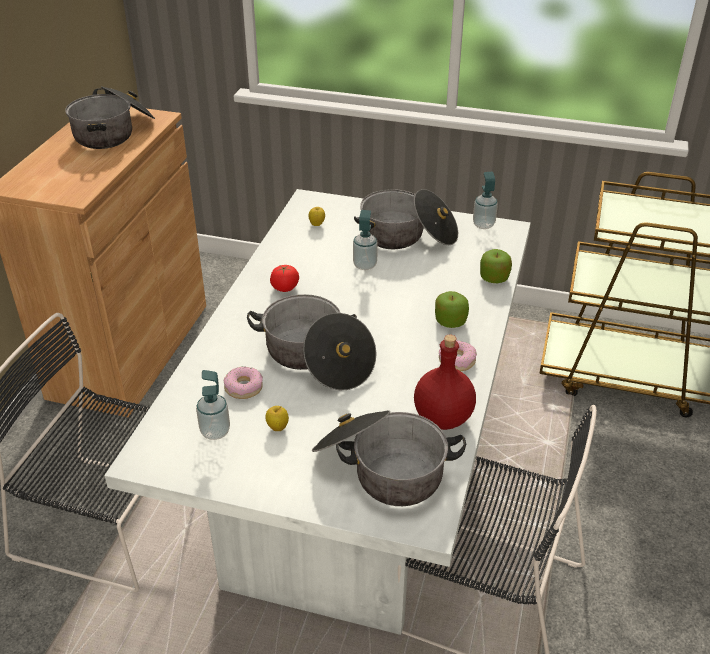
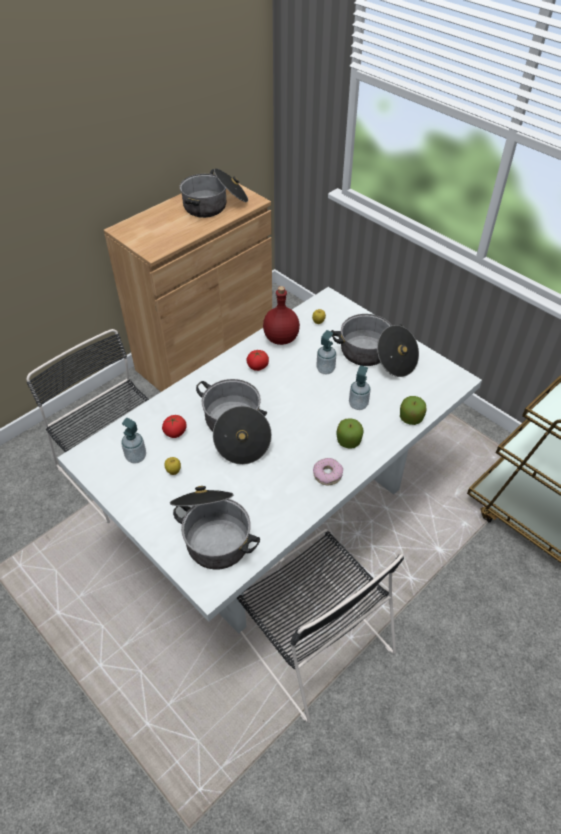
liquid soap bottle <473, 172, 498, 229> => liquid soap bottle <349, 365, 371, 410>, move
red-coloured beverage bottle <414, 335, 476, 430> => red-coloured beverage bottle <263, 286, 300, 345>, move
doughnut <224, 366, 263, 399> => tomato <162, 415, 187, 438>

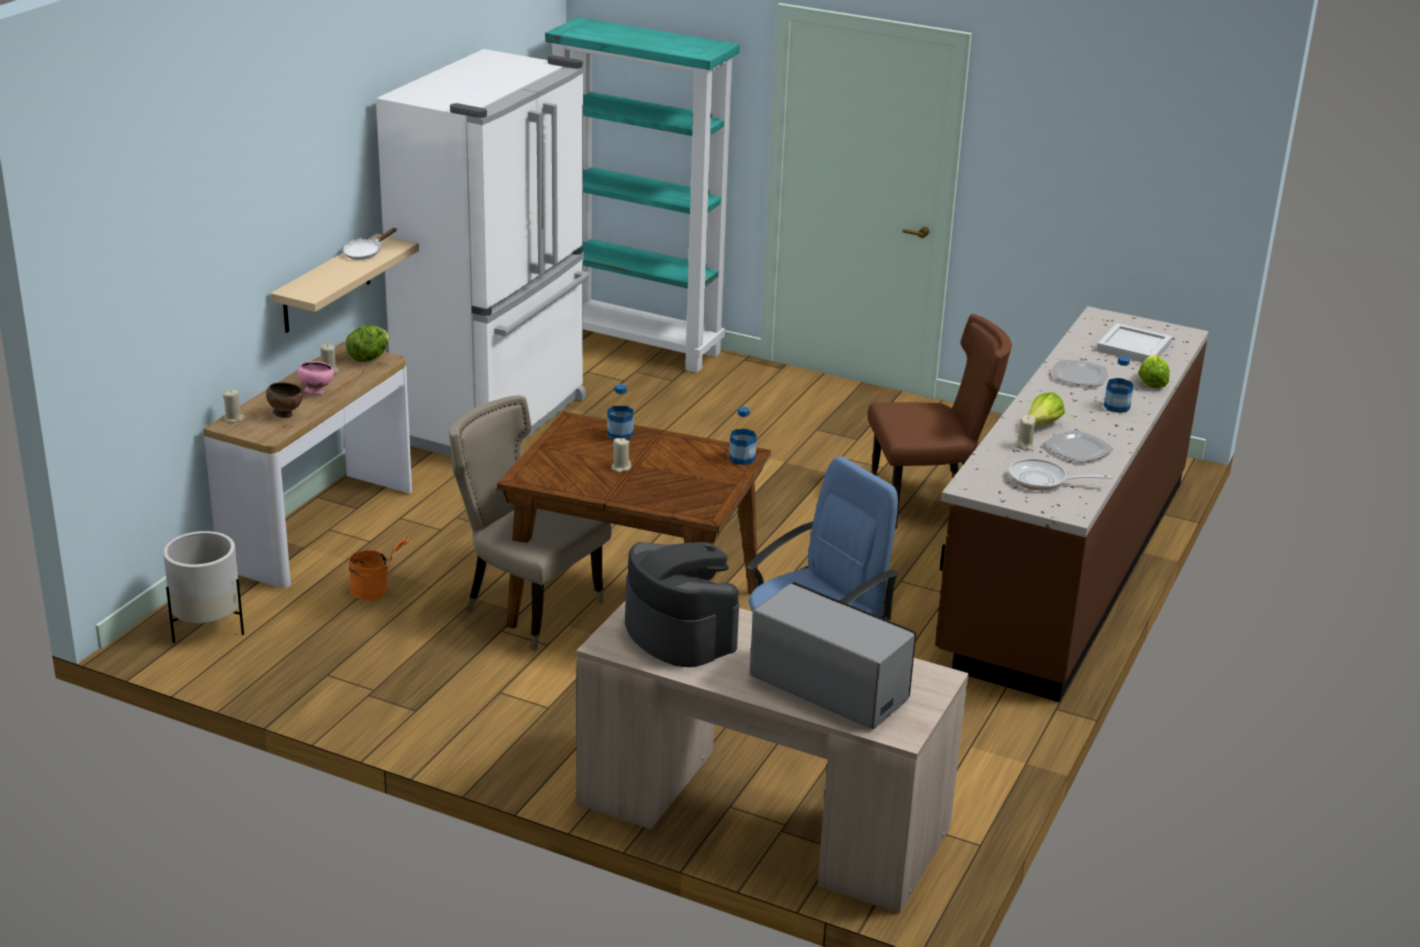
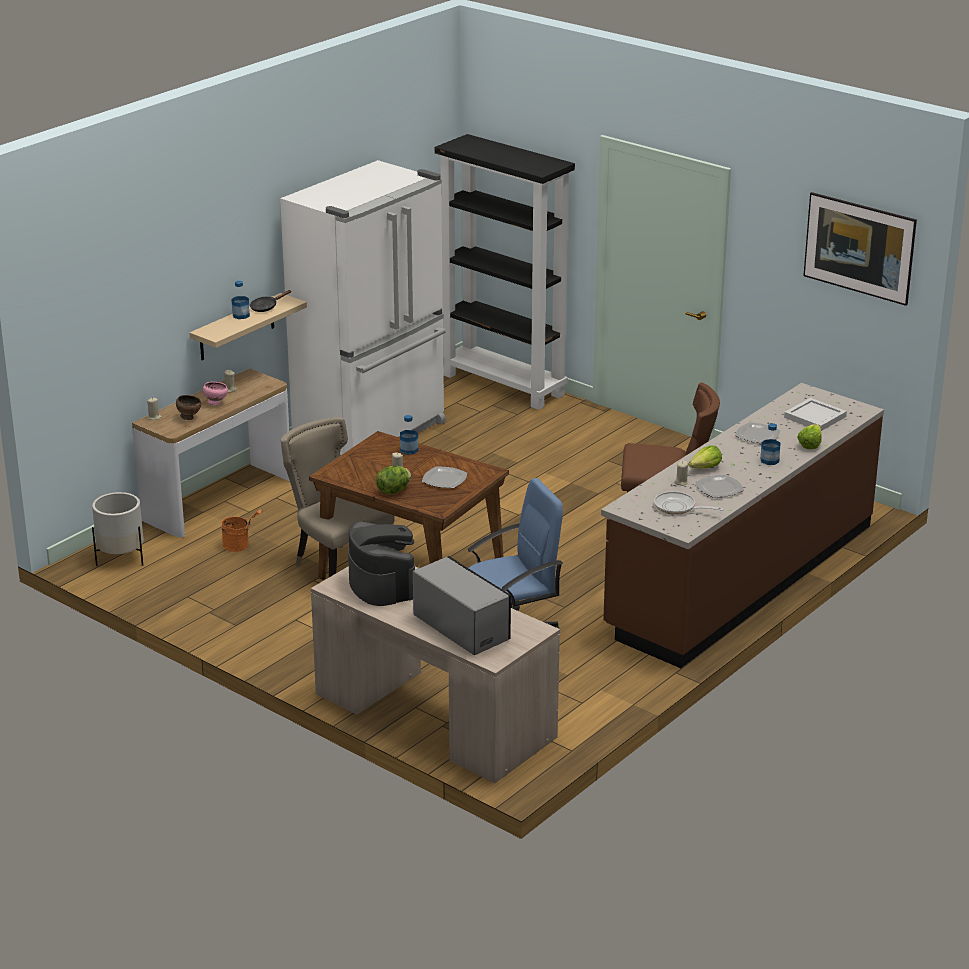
turquoise shelving unit <545, 17, 740, 373> => blackish shelving unit <435, 134, 575, 410>
whitish skillet <343, 228, 397, 260> => blackish skillet <250, 290, 291, 312>
head of lettuce <346, 325, 389, 362> => head of lettuce <376, 465, 411, 494>, move
beverage bottle <729, 407, 757, 465> => beverage bottle <231, 281, 250, 319>, move
nothing => picture <803, 192, 917, 306>
nothing => flat dish <422, 466, 467, 488>

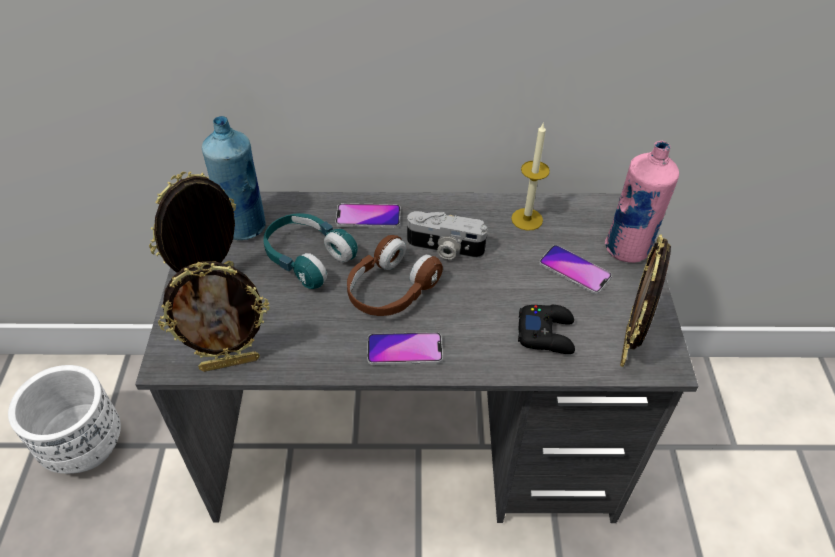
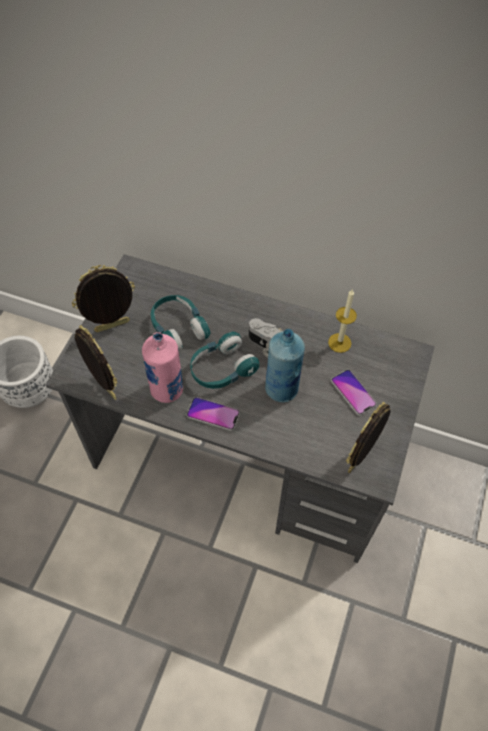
blue beverage bottle <202, 116, 266, 240> => blue beverage bottle <265, 329, 305, 402>, move
pink-coloured beverage bottle <605, 141, 679, 263> => pink-coloured beverage bottle <142, 332, 183, 403>, move
telephone <335, 203, 400, 228> => nothing
brown headset <347, 235, 443, 316> => turquoise headset <190, 331, 259, 389>
photo frame <158, 261, 270, 372> => photo frame <75, 325, 117, 400>, 135 degrees counterclockwise
blackish gamepad <518, 305, 575, 354> => nothing

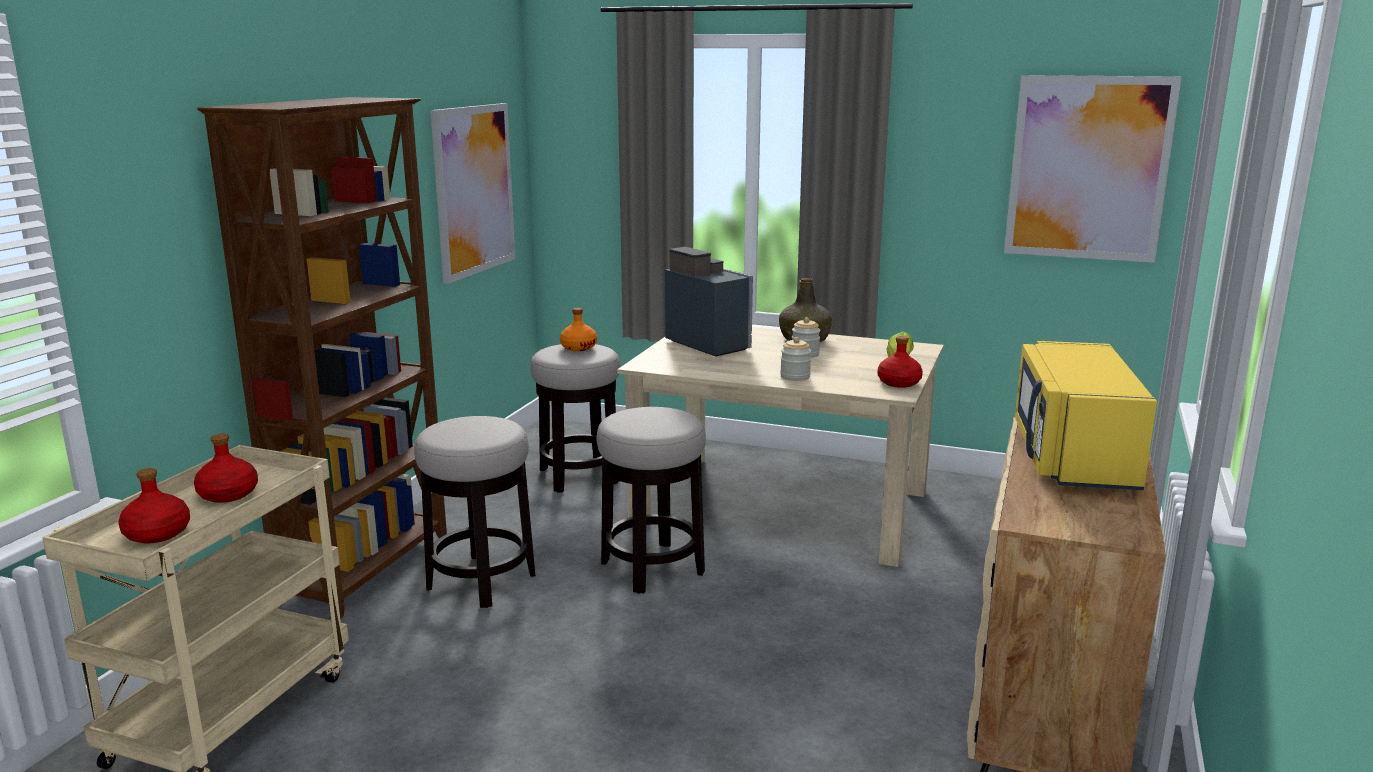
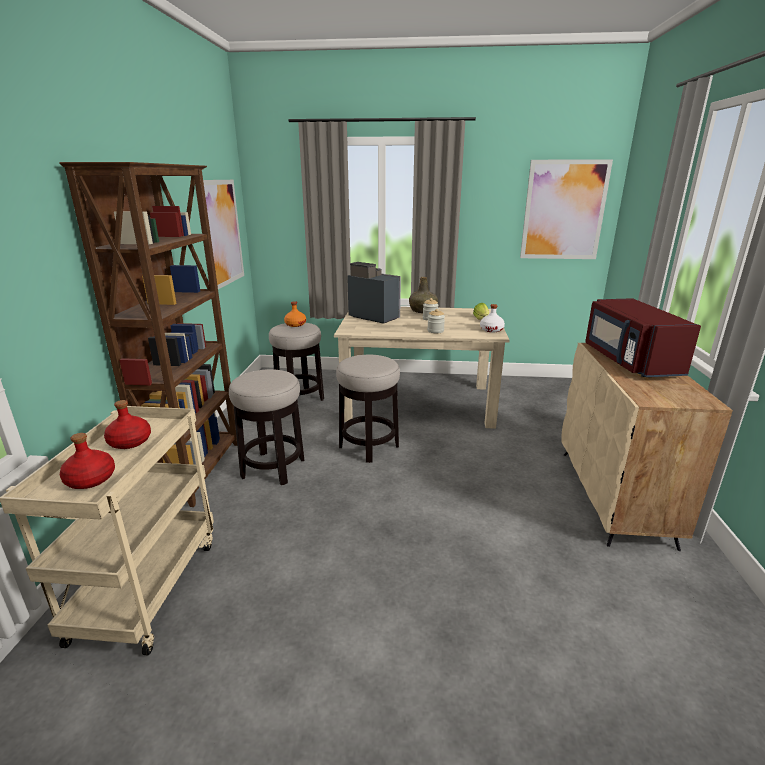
red-coloured beverage bottle <878, 336, 923, 388> => whitish beverage bottle <480, 304, 505, 332>
yellow kitchen microwave <1015, 341, 1157, 490> => red-coloured kitchen microwave <585, 298, 701, 377>

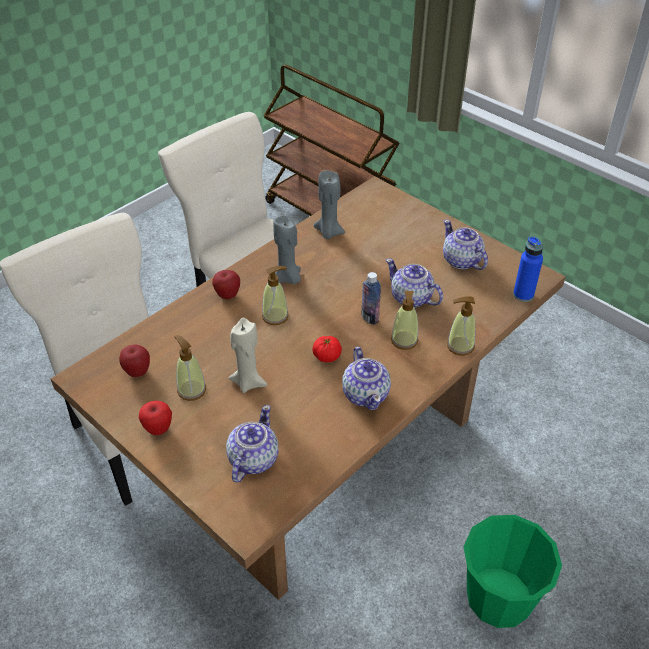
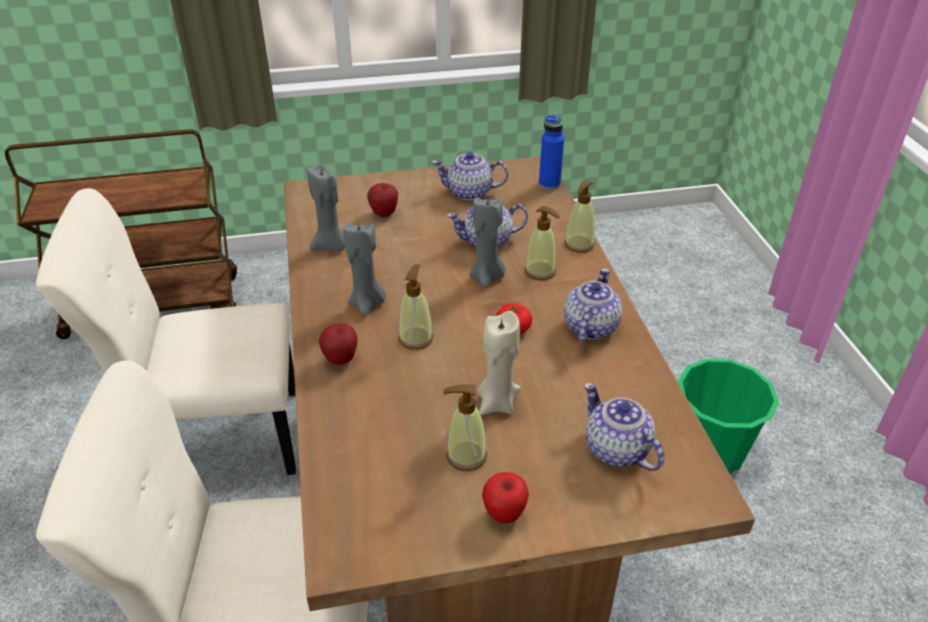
beverage bottle <361, 272, 381, 325> => grey candle <470, 197, 505, 288>
whole apple <119, 344, 150, 377> => whole apple <367, 183, 398, 217>, move
tea pot <342, 347, 391, 410> => tea pot <564, 268, 622, 343>, 90 degrees counterclockwise

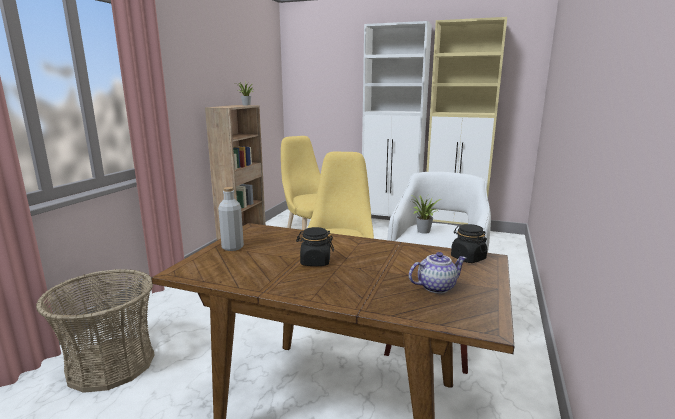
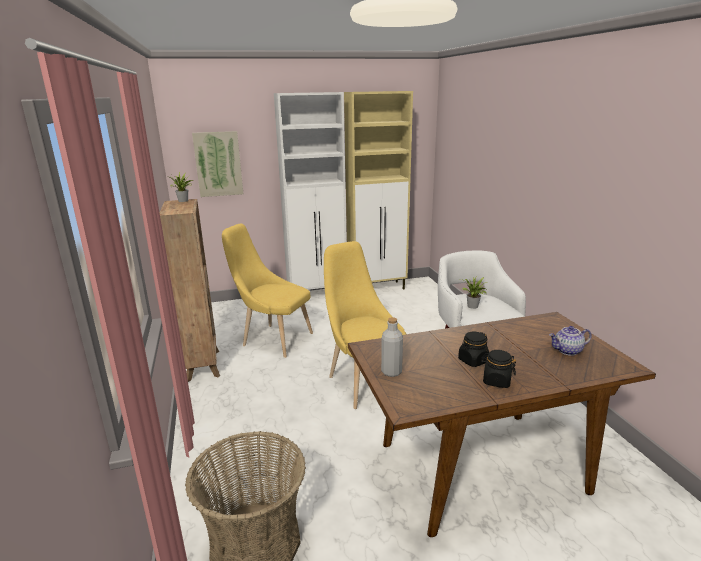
blackish storage jar <451, 224, 487, 263> => blackish storage jar <481, 350, 516, 388>, move
tea pot <409, 252, 466, 294> => tea pot <549, 326, 592, 356>, 135 degrees counterclockwise
nothing => picture <192, 131, 243, 197>

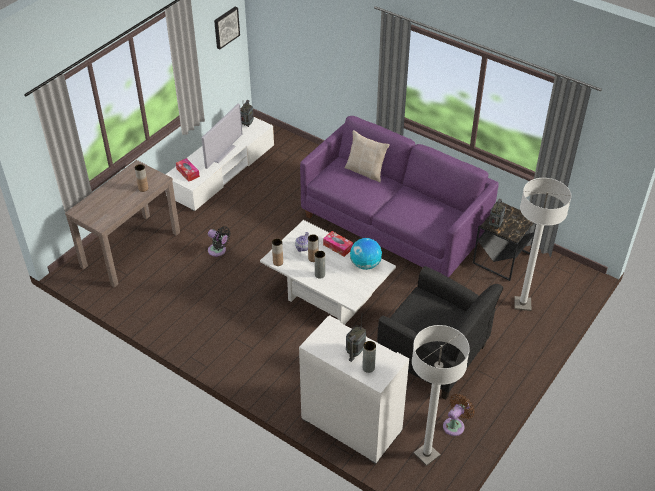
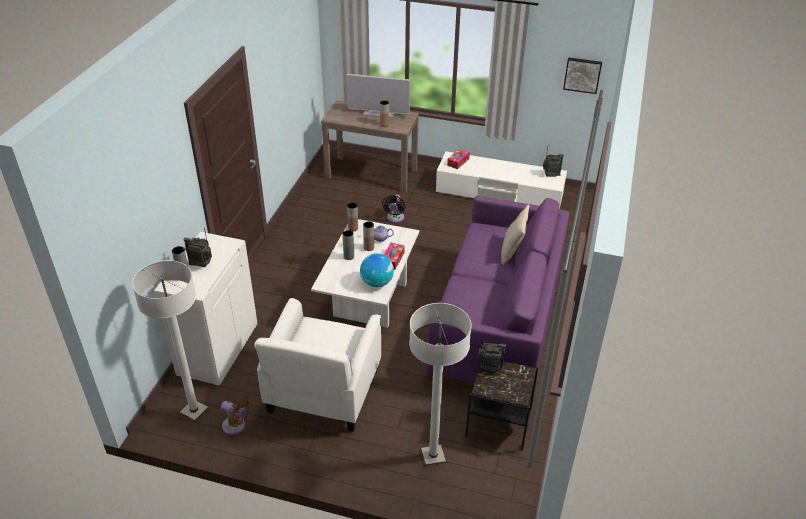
TV set <201, 103, 242, 169> => TV set <347, 74, 410, 117>, move
blackish easy chair <377, 266, 503, 400> => whitish easy chair <255, 298, 381, 432>

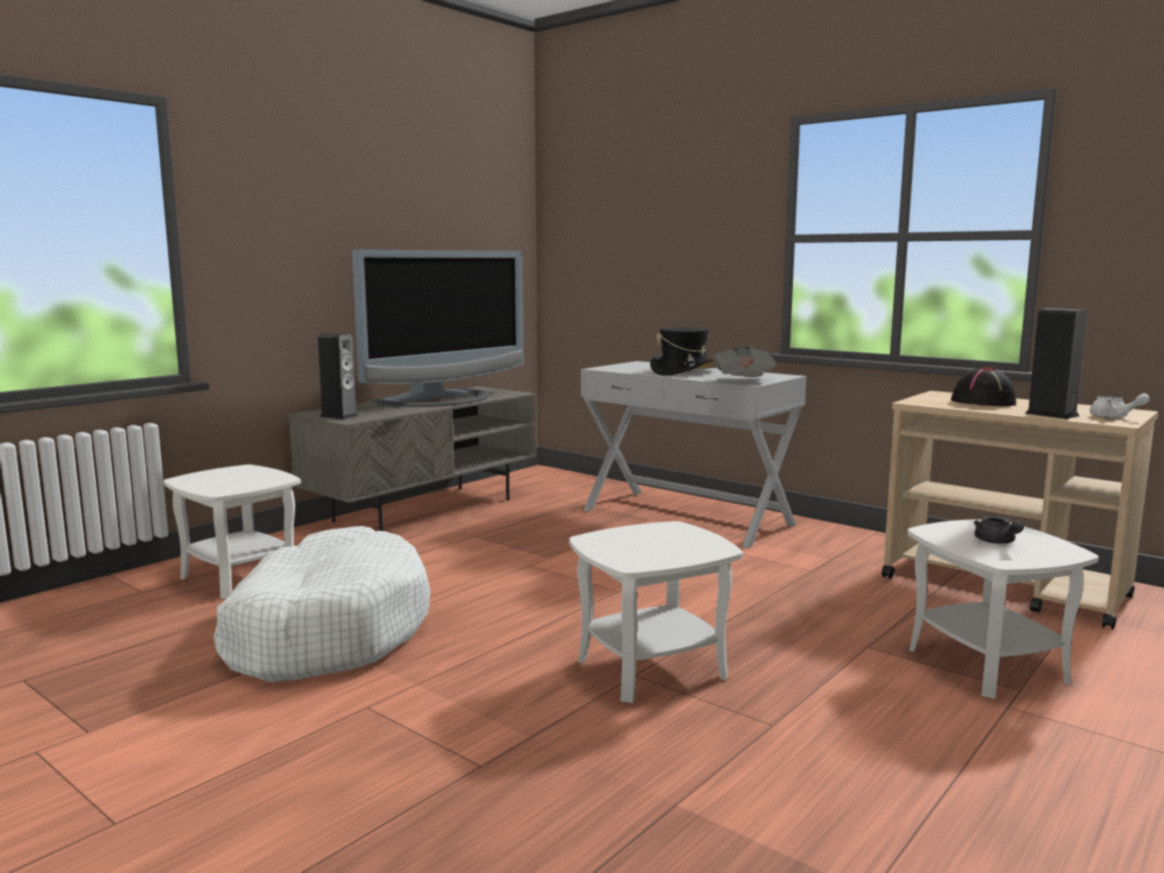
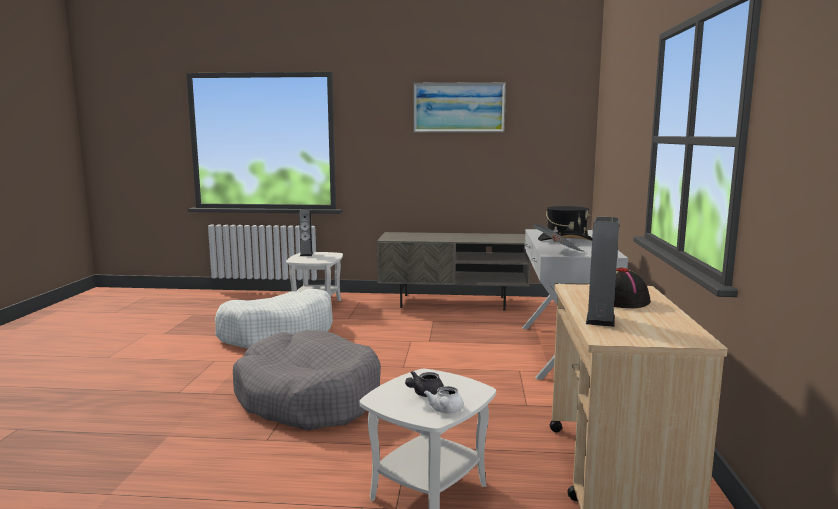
TV set <352, 249, 524, 407> => nothing
loudspeaker <318, 333, 359, 419> => loudspeaker <299, 209, 313, 256>, move
whitish tea pot <1090, 394, 1150, 418> => whitish tea pot <424, 386, 463, 413>, move
whitish end table <569, 521, 743, 703> => grey dog bed <233, 330, 381, 431>
nothing => picture <413, 82, 506, 132>

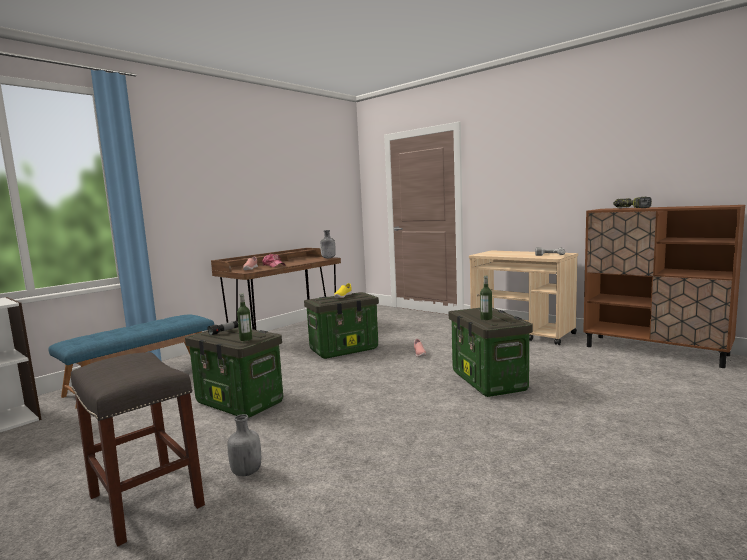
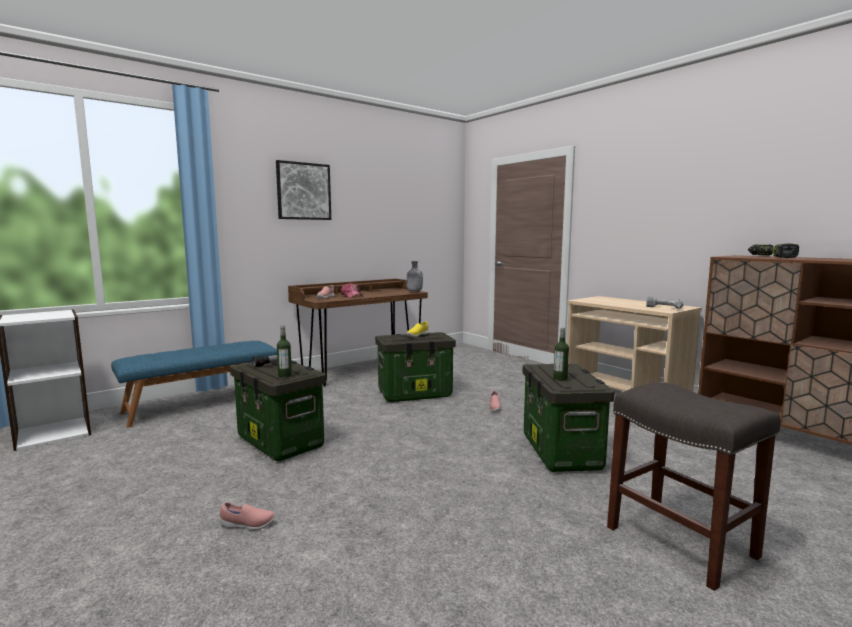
grey stool seat <71, 352, 205, 547> => grey stool seat <607, 382, 781, 591>, move
grey beverage bottle <227, 414, 261, 476> => pink-coloured shoe <220, 502, 275, 530>
nothing => picture <276, 160, 331, 220>

